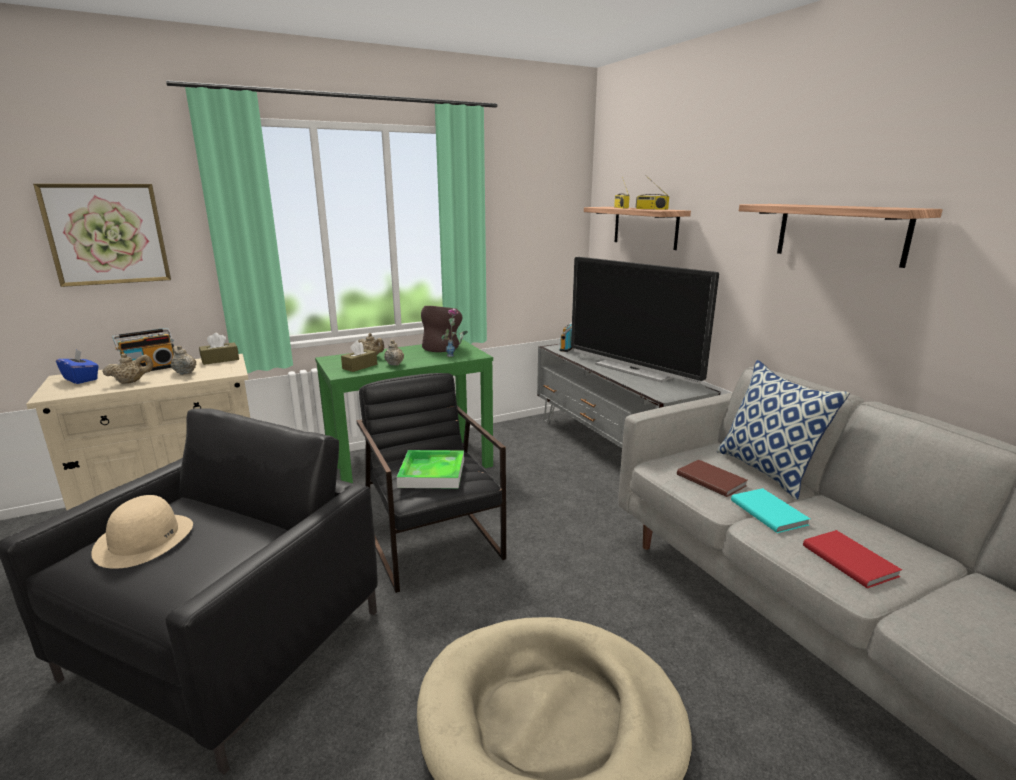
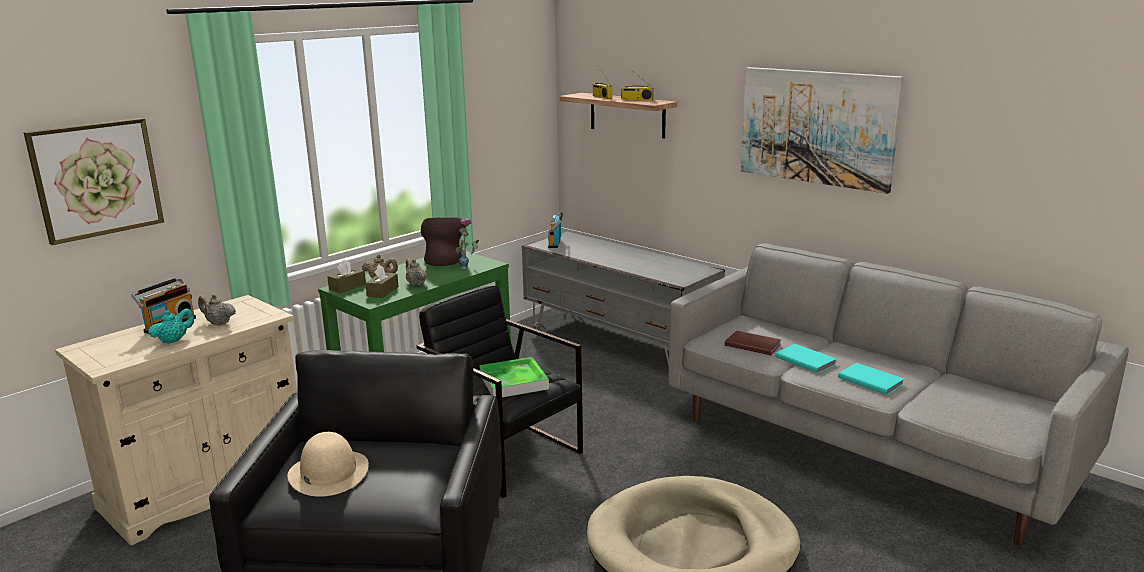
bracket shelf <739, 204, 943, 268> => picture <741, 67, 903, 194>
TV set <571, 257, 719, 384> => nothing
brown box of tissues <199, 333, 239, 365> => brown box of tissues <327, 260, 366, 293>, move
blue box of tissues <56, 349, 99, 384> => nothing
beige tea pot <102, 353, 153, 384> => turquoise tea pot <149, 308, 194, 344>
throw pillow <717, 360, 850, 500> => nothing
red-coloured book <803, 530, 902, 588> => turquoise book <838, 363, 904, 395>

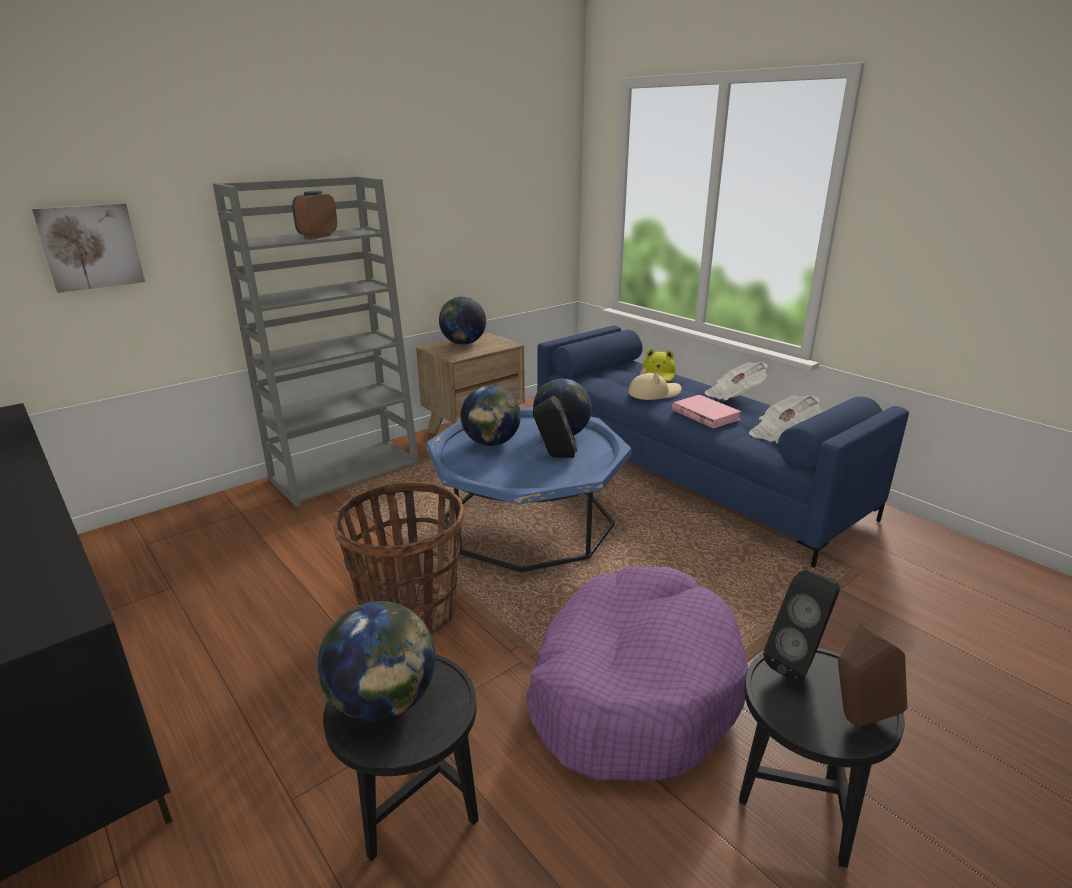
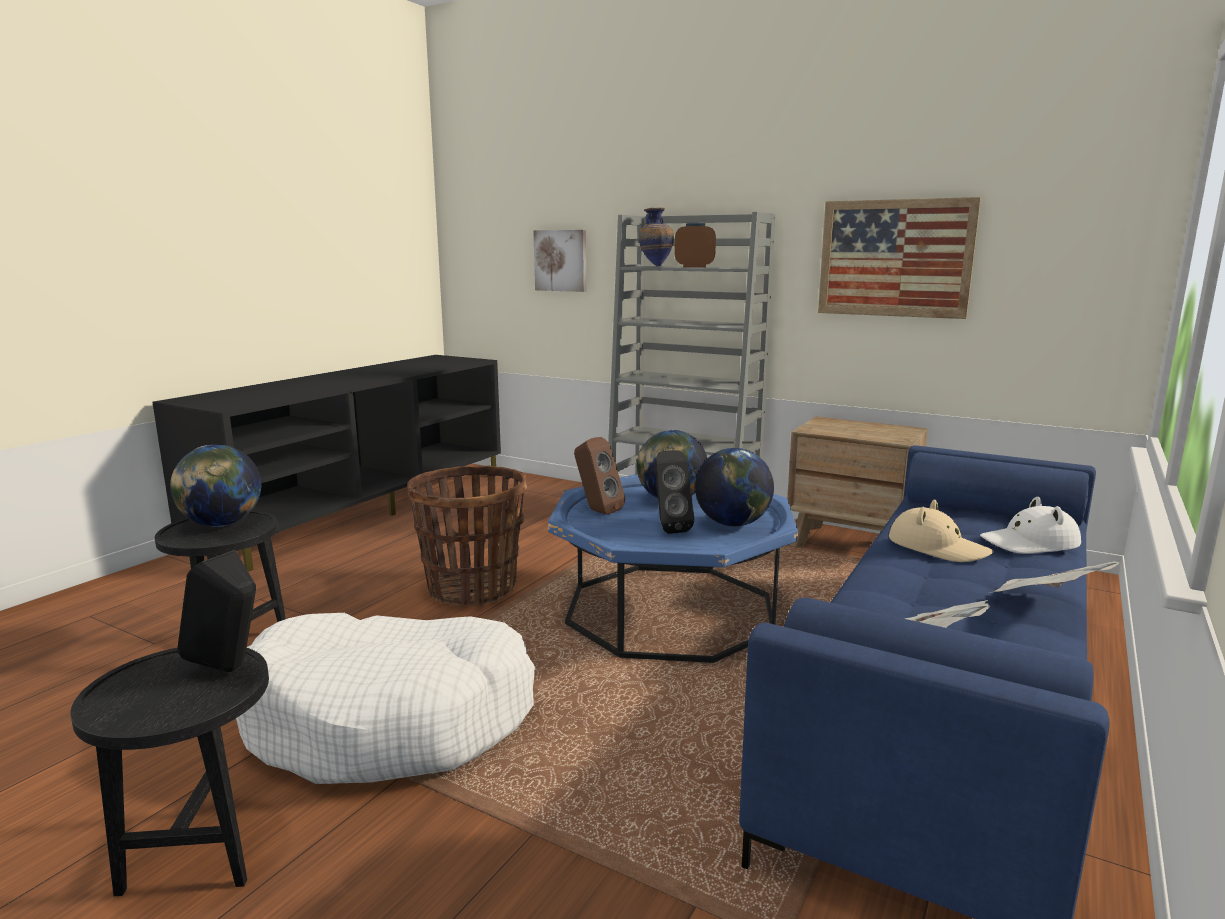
globe <439, 296, 486, 345> => nothing
yellow wearable hat <642, 349, 676, 381> => whitish wearable hat <980, 497, 1081, 554>
pink-coloured book <672, 395, 742, 429> => nothing
purplish dog bed <526, 566, 748, 781> => whitish dog bed <236, 613, 536, 784>
brown loudspeaker <838, 622, 907, 727> => brown loudspeaker <574, 437, 625, 515>, move
nothing => picture <818, 197, 981, 319>
nothing => decorative vase <639, 207, 674, 266>

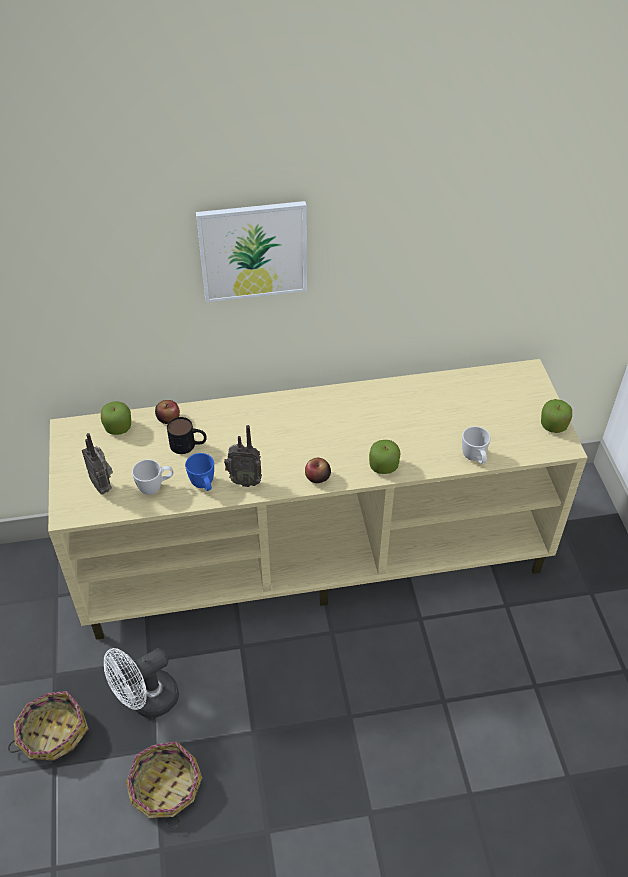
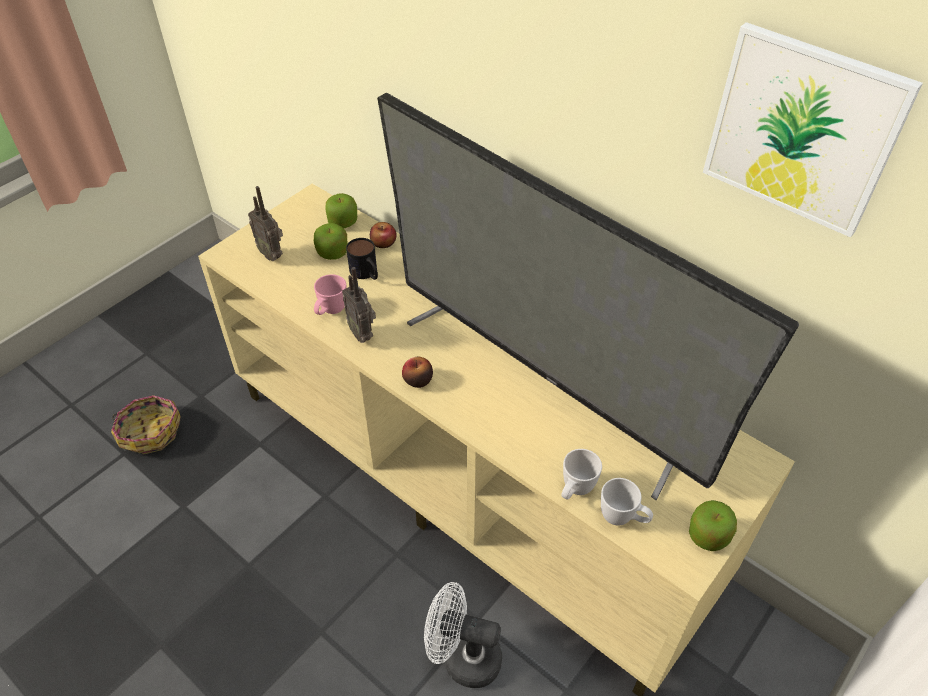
picture <196, 201, 307, 302> => picture <703, 22, 923, 238>, move
radio <82, 433, 113, 495> => radio <248, 186, 283, 261>, 60 degrees counterclockwise
whole apple <369, 440, 401, 474> => whole apple <314, 223, 347, 260>, move
blue mug <185, 453, 214, 491> => pink-coloured mug <314, 274, 347, 315>
whitish mug <132, 459, 173, 495> => whitish mug <601, 478, 653, 526>, move
whitish cooling fan <104, 648, 179, 718> => whitish cooling fan <424, 582, 502, 688>, move
basket <126, 741, 202, 829> => nothing
nothing => TV set <377, 92, 799, 501>

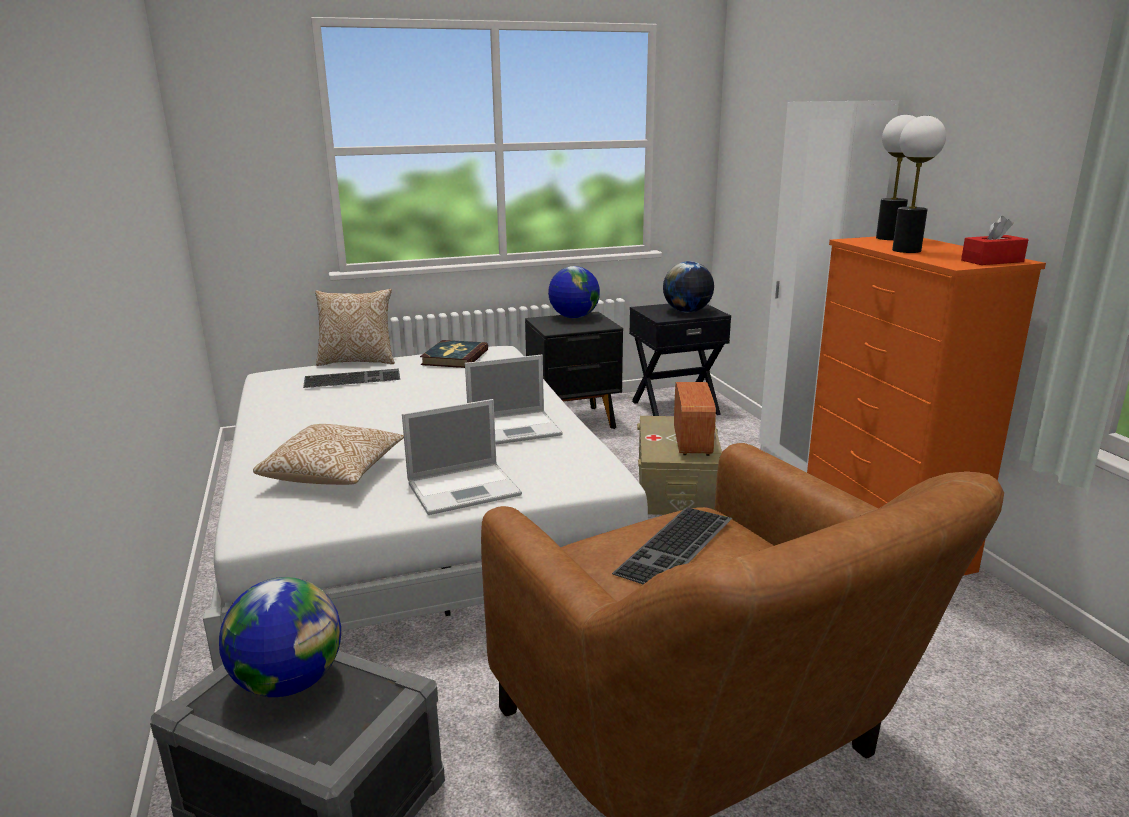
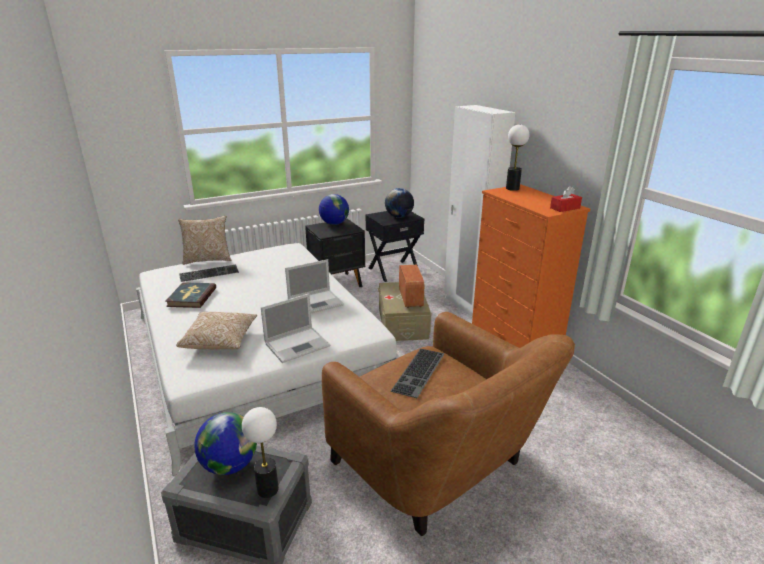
table lamp <892, 116, 946, 253> => table lamp <242, 407, 279, 498>, move
book <420, 340, 488, 368> => book <165, 282, 216, 308>, move

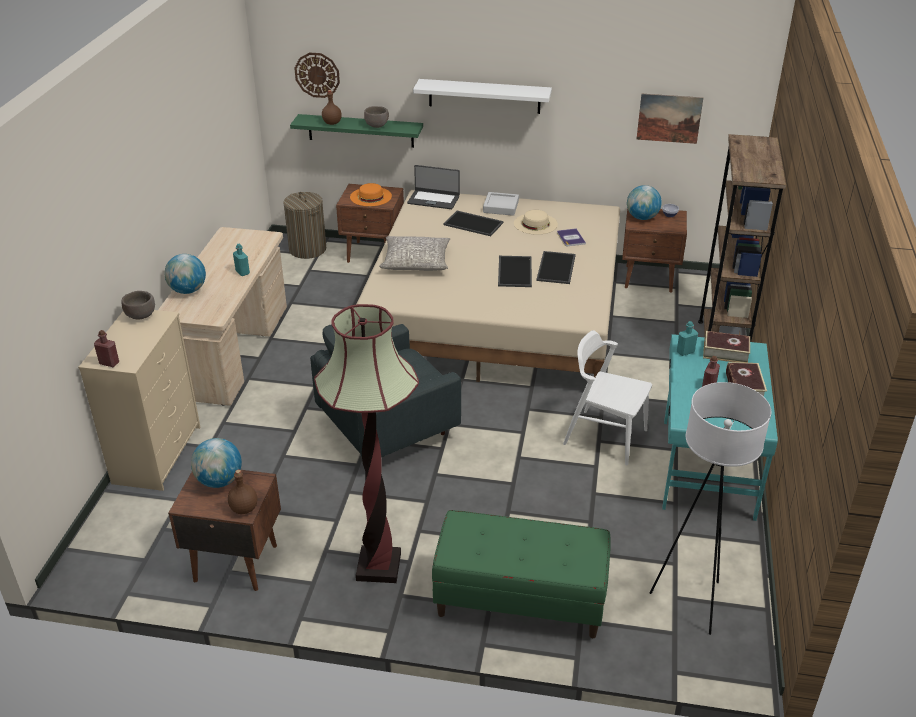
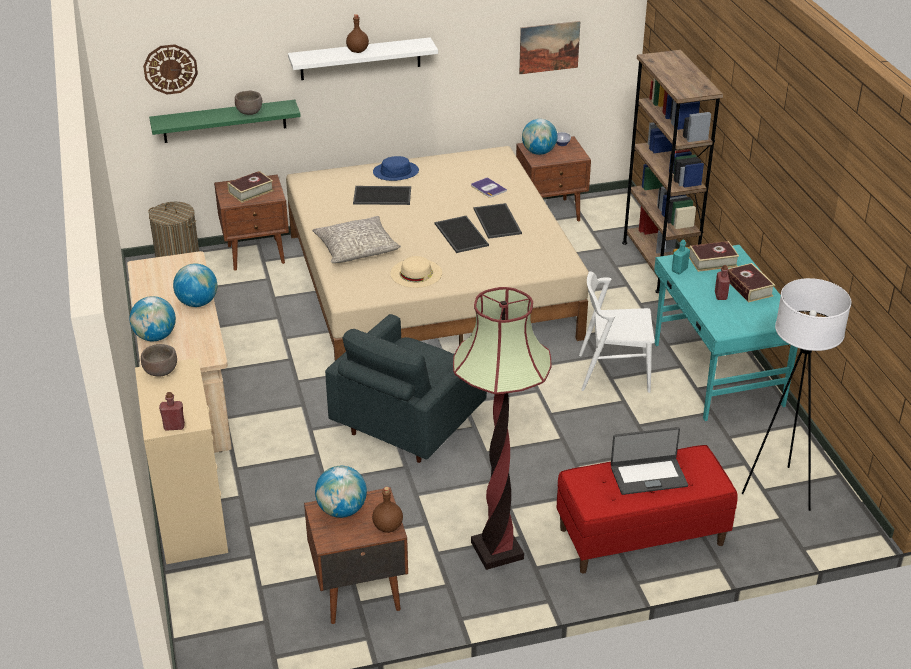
brown beverage bottle <322, 90, 342, 125> => brown beverage bottle <346, 14, 369, 53>, move
notebook computer <407, 165, 460, 209> => notebook computer <611, 427, 688, 495>, move
orange-coloured wearable hat <350, 183, 392, 206> => book <227, 171, 274, 203>
grey carrying tray <483, 192, 519, 216> => blue wearable hat <373, 156, 419, 181>
beige wearable hat <514, 210, 558, 235> => beige wearable hat <390, 256, 442, 288>, move
turquoise beverage bottle <233, 244, 250, 276> => globe <173, 263, 217, 307>
green-coloured long seat <432, 510, 611, 638> => red-coloured long seat <557, 445, 738, 574>

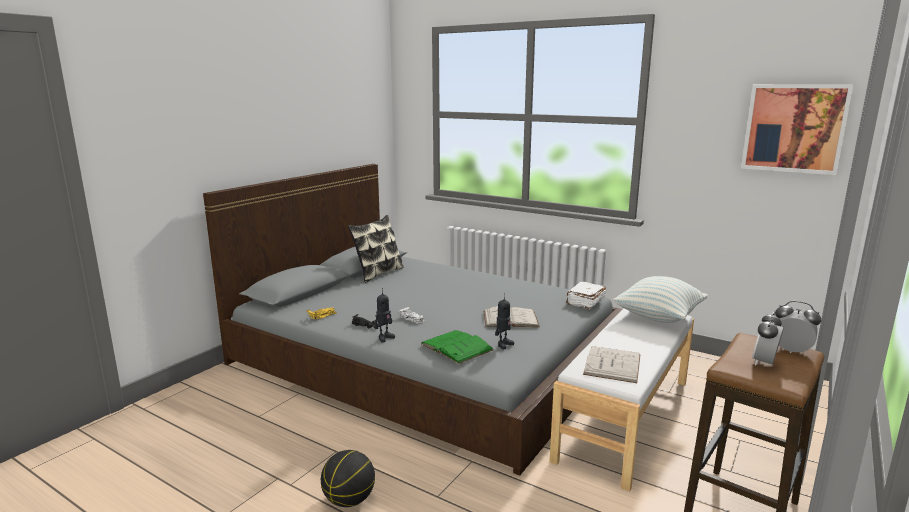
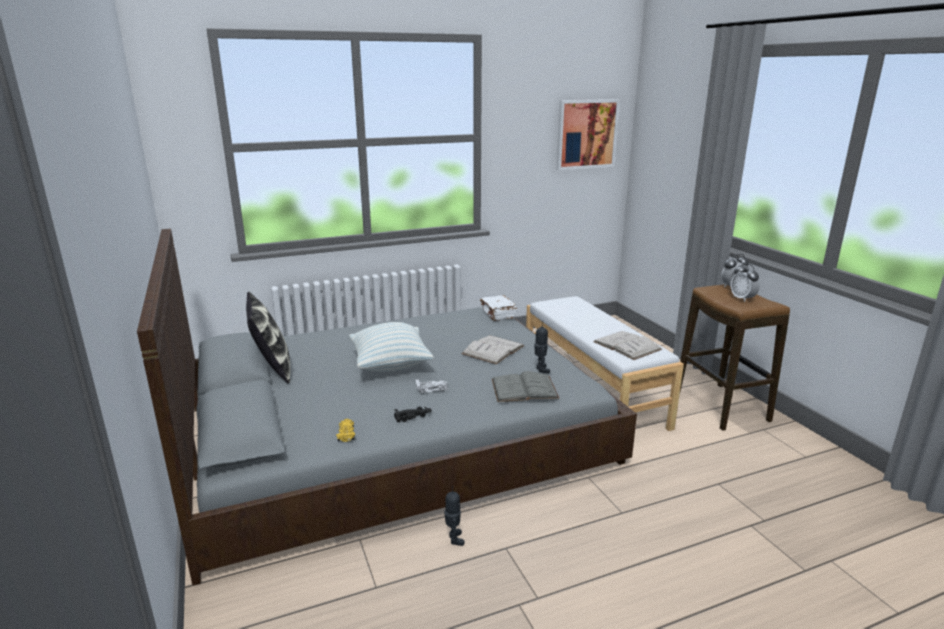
throw pillow <613, 276, 708, 323> => throw pillow <349, 322, 434, 371>, move
toy robot <375, 288, 395, 343> => toy robot <444, 486, 465, 546>, move
green-coloured book <421, 330, 494, 364> => grey book <492, 371, 559, 402>
ball for basketball <321, 450, 375, 507> => nothing

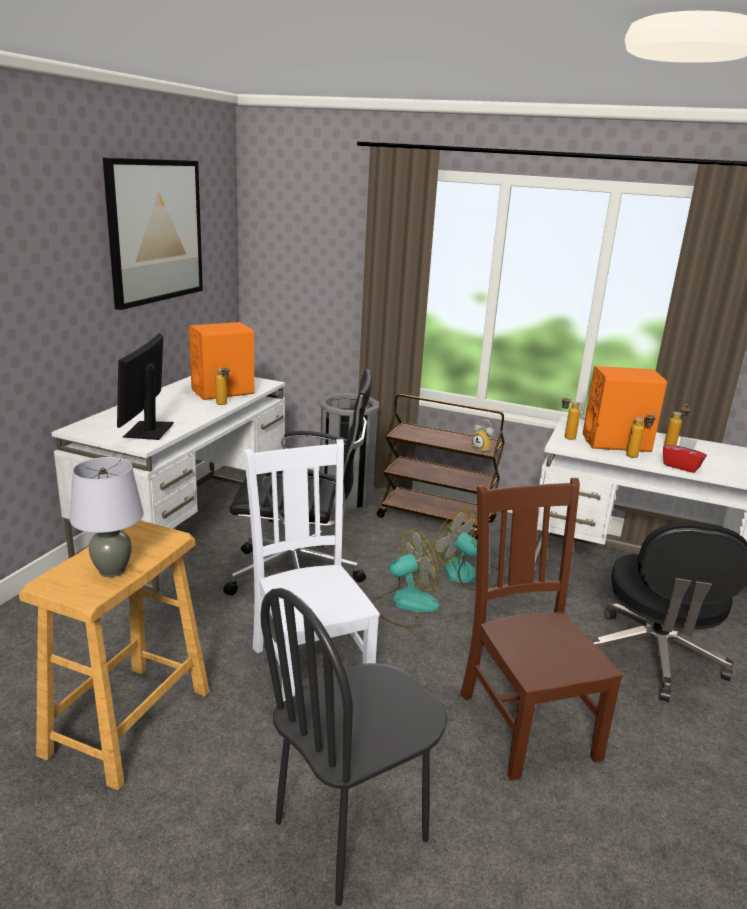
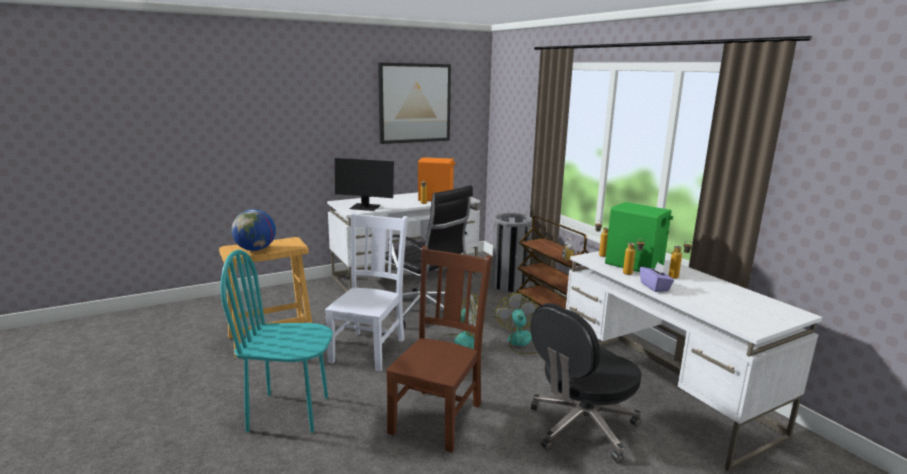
computer display <117, 333, 174, 440> => computer display <335, 158, 394, 211>, 120 degrees counterclockwise
orange-coloured loudspeaker <583, 366, 667, 452> => green-coloured loudspeaker <605, 202, 673, 272>
red-coloured box of tissues <663, 436, 707, 473> => purplish box of tissues <640, 262, 674, 292>
grey table lamp <70, 457, 144, 577> => globe <231, 209, 276, 251>
blackish upright chair <261, 588, 447, 906> => turquoise upright chair <221, 250, 333, 433>

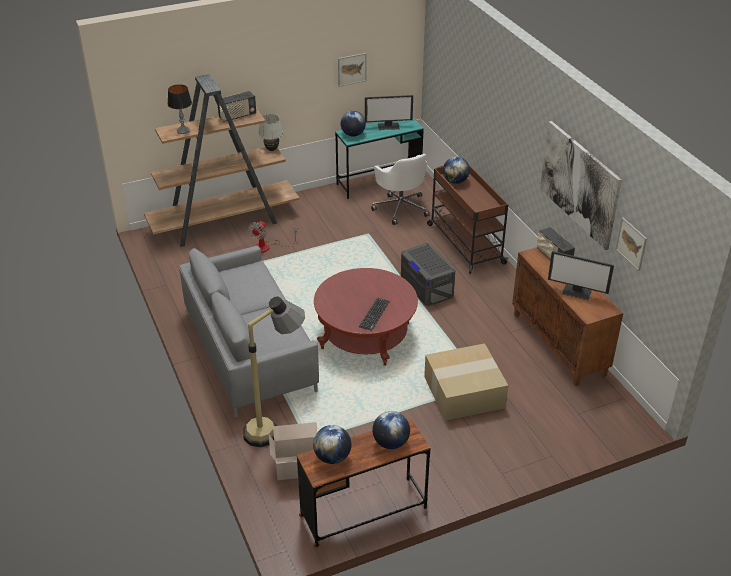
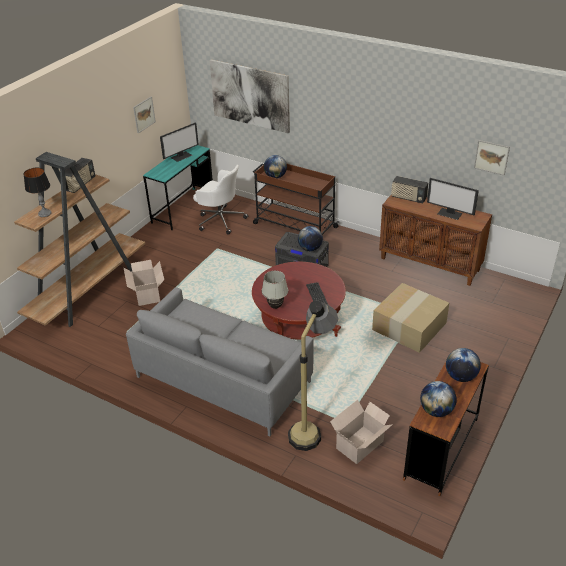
globe <340, 111, 366, 136> => globe <298, 226, 323, 251>, move
whitish table lamp <258, 114, 283, 151> => whitish table lamp <262, 271, 288, 309>, move
picture <540, 121, 622, 250> => picture <210, 59, 290, 133>, move
cooling fan <248, 221, 298, 253> => cardboard box <123, 260, 164, 306>
computer display <548, 251, 614, 300> => computer display <427, 178, 479, 220>, 45 degrees clockwise

